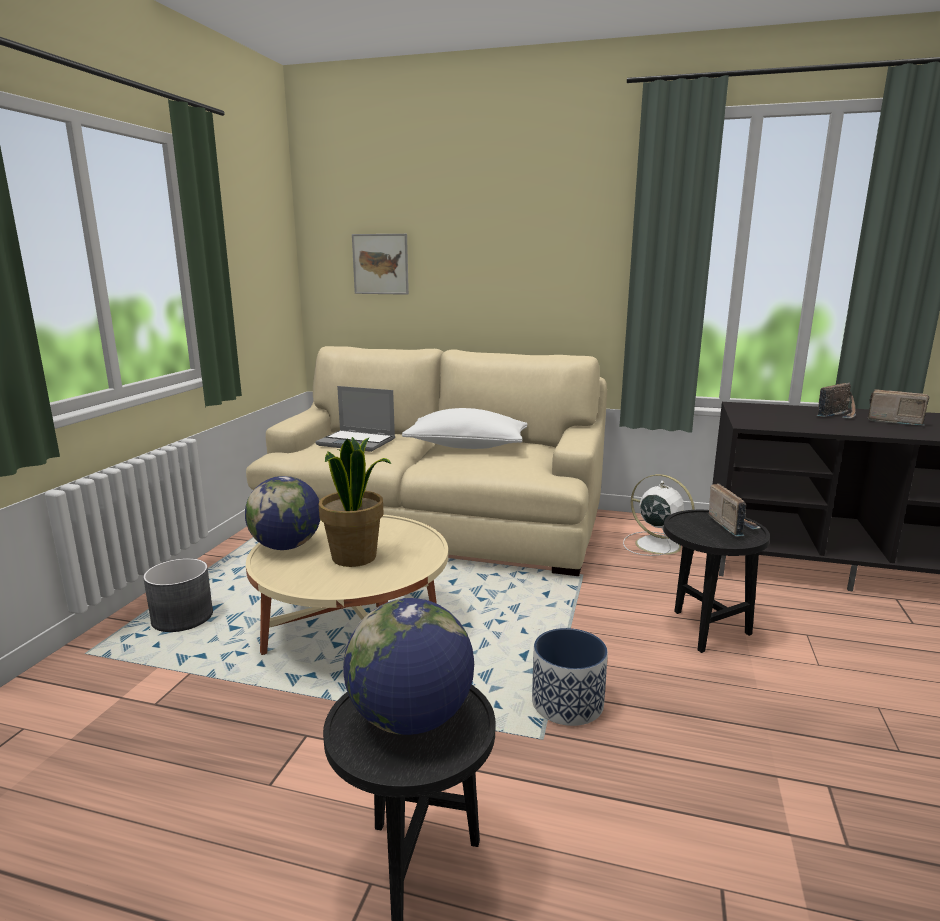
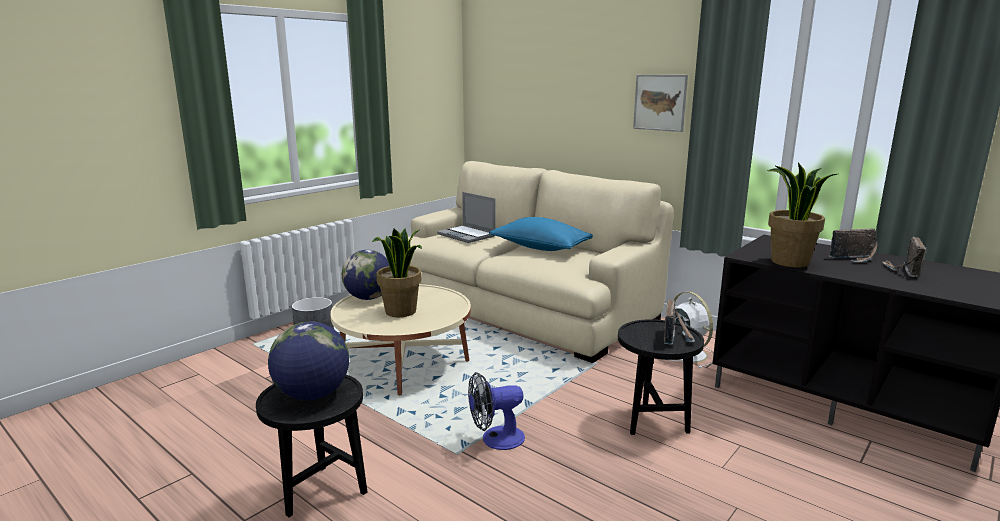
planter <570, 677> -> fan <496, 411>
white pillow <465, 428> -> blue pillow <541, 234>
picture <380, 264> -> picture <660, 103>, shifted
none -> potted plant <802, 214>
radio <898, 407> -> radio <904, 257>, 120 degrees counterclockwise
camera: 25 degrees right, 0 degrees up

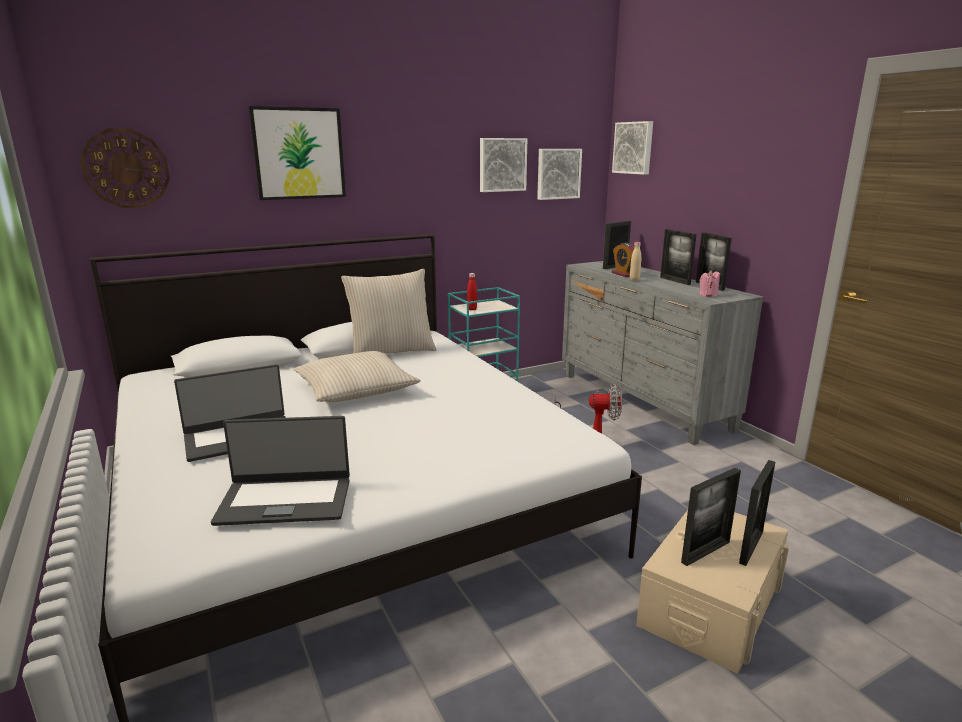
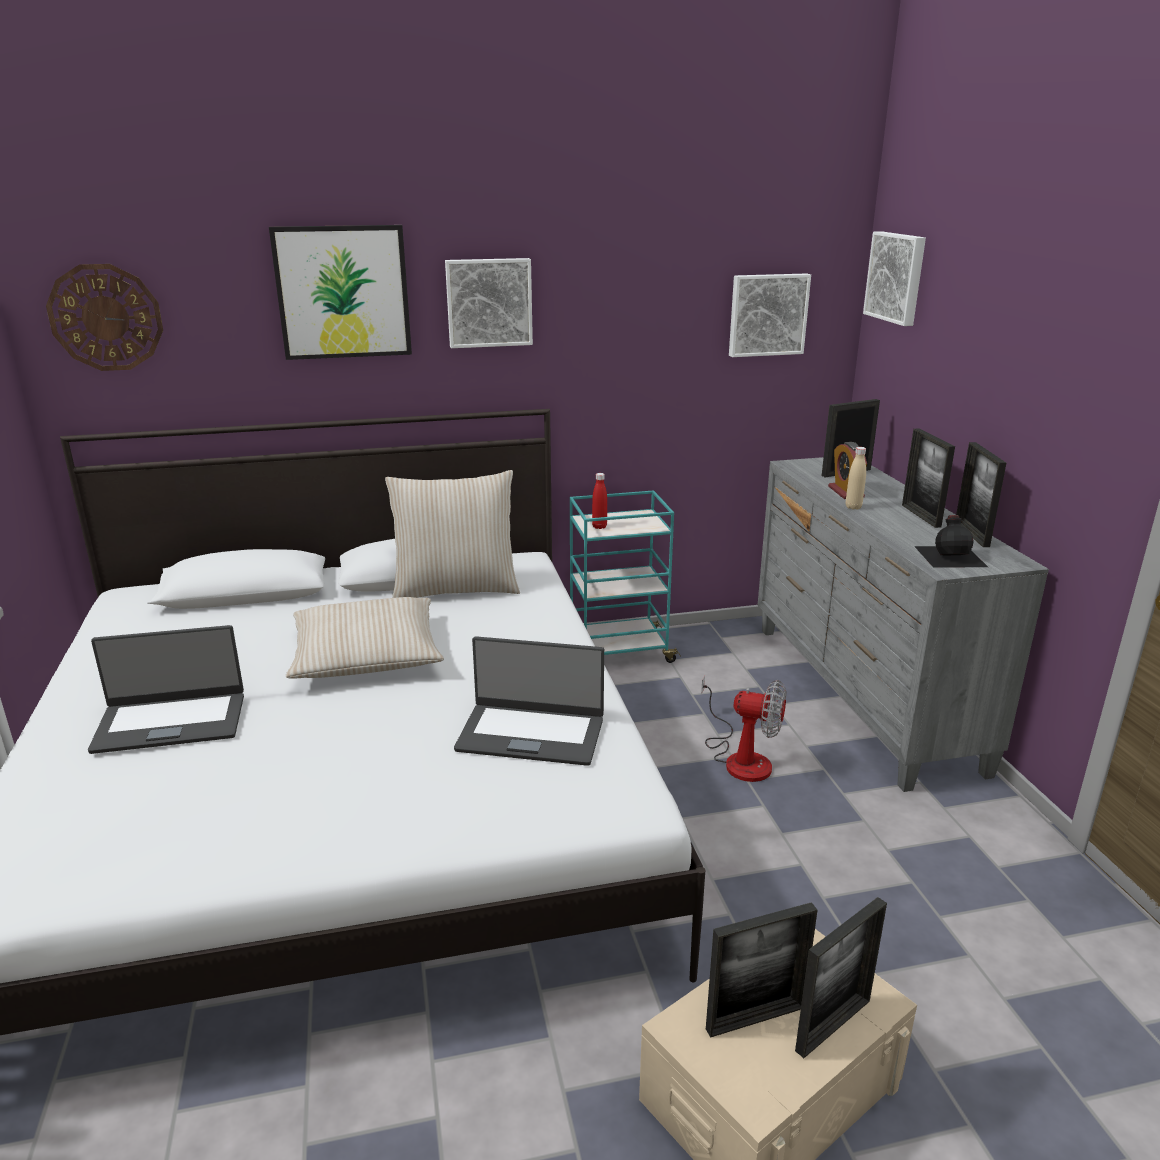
picture <503, 165> -> picture <489, 303>, shifted
laptop <280, 471> -> laptop <529, 701>, shifted
pink candle <709, 283> -> black bottle <951, 541>
camera: 15 degrees right, 5 degrees up

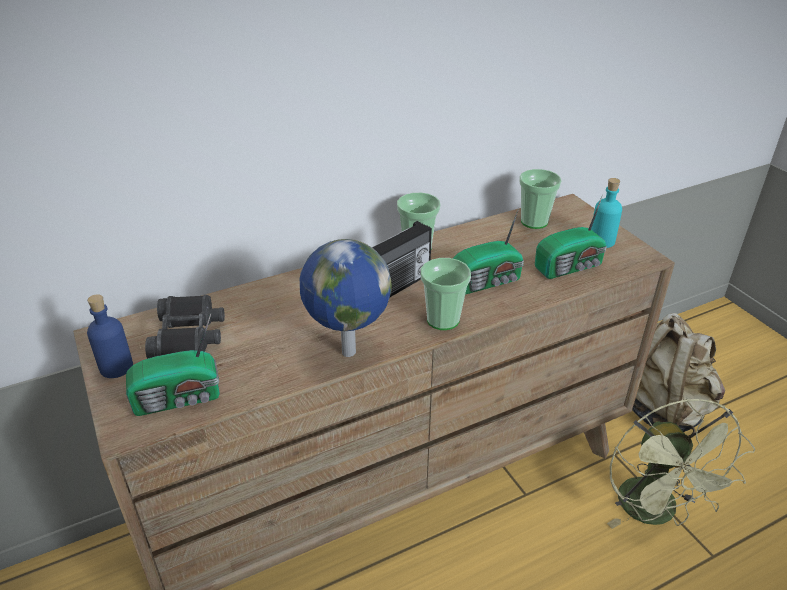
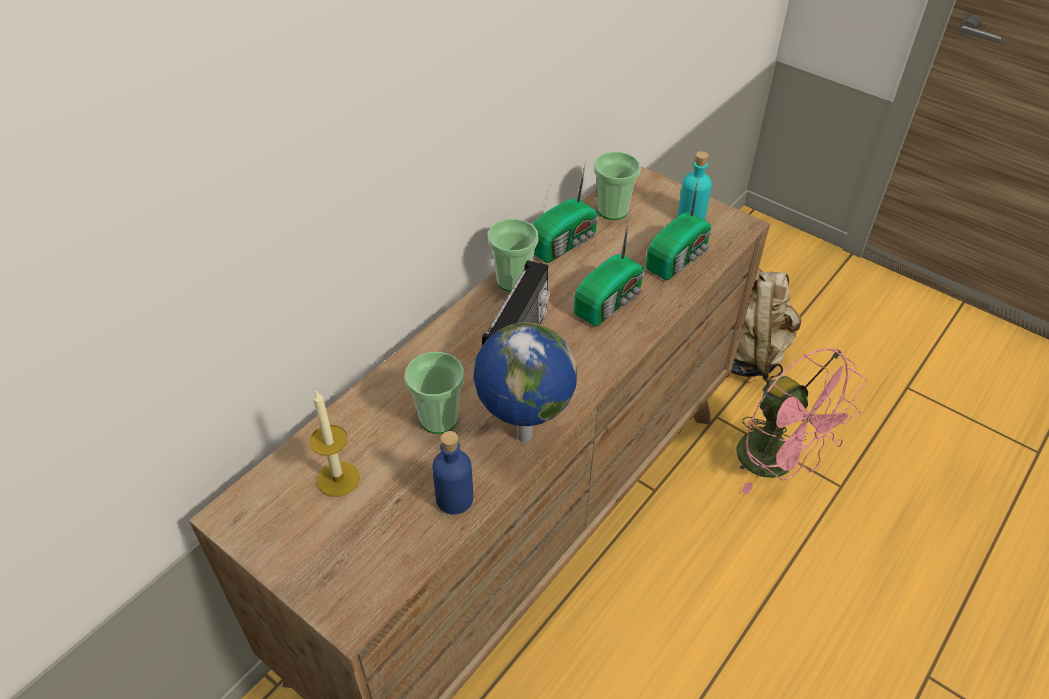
black binoculars <185, 326> -> candle <334, 444>
cup <446, 294> -> cup <434, 393>, shifted
blue bottle <110, 336> -> blue bottle <452, 472>, shifted
radio <173, 364> -> radio <565, 212>, shifted
green fan <681, 464> -> pink fan <801, 421>
camera: 25 degrees left, 10 degrees up

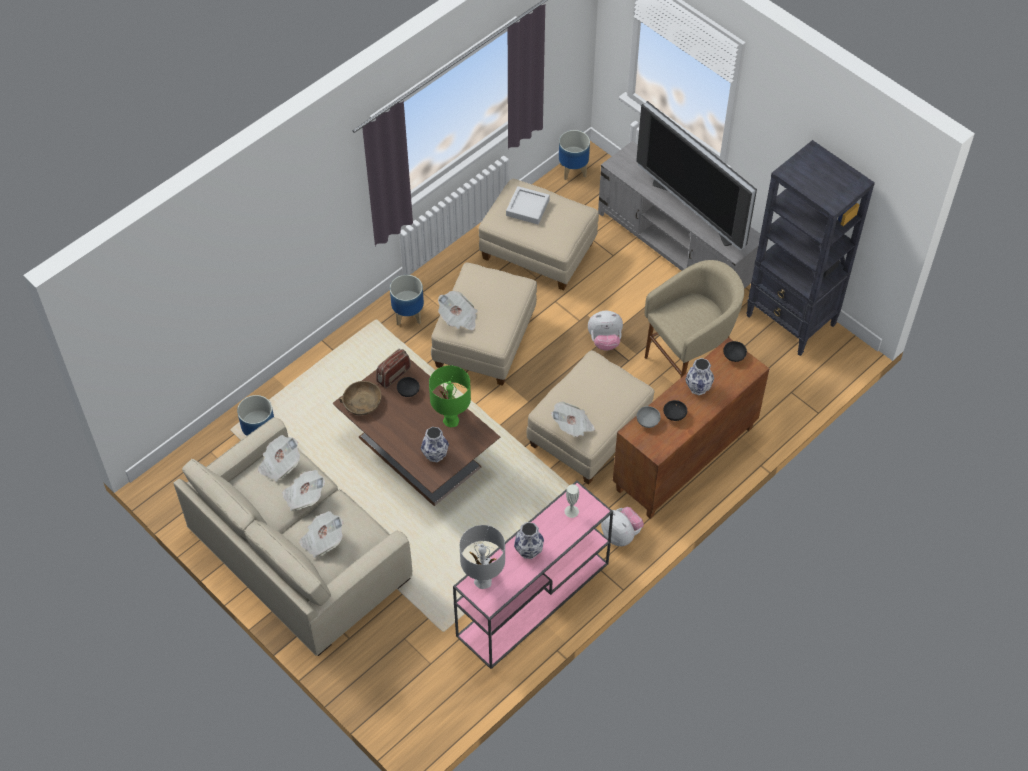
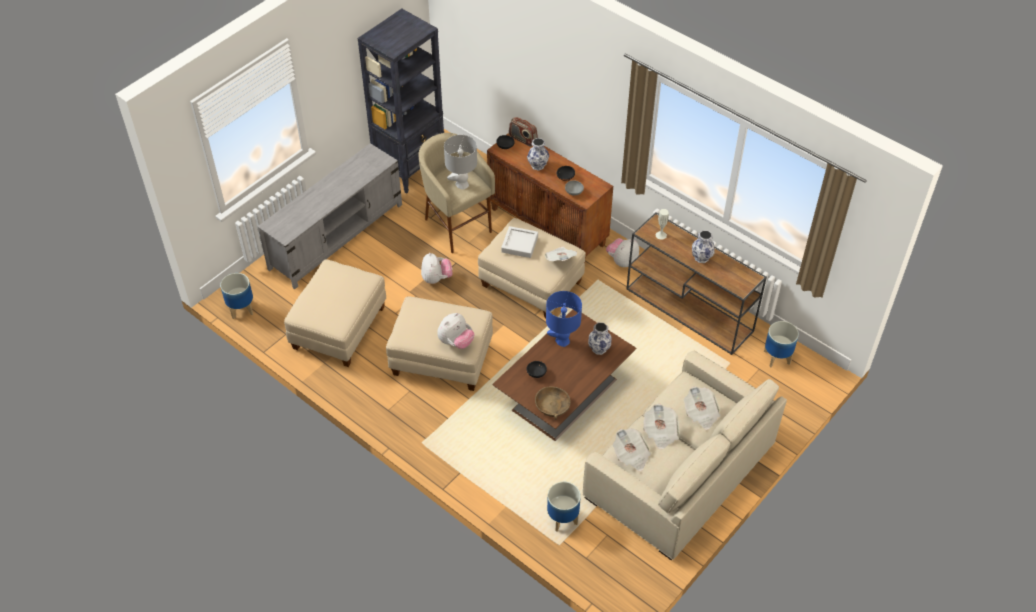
newspaper <457, 311> -> plush toy <455, 331>
grey table lamp <482, 557> -> grey table lamp <460, 162>, shifted
grey tray <528, 205> -> grey tray <519, 242>, shifted
radio <393, 368> -> radio <523, 132>, shifted
green table lamp <450, 396> -> blue table lamp <564, 319>
pink console table <533, 575> -> brown console table <696, 284>
planter <407, 300> -> planter <781, 344>, shifted
television <696, 175> -> none
camera: 95 degrees left, 5 degrees down

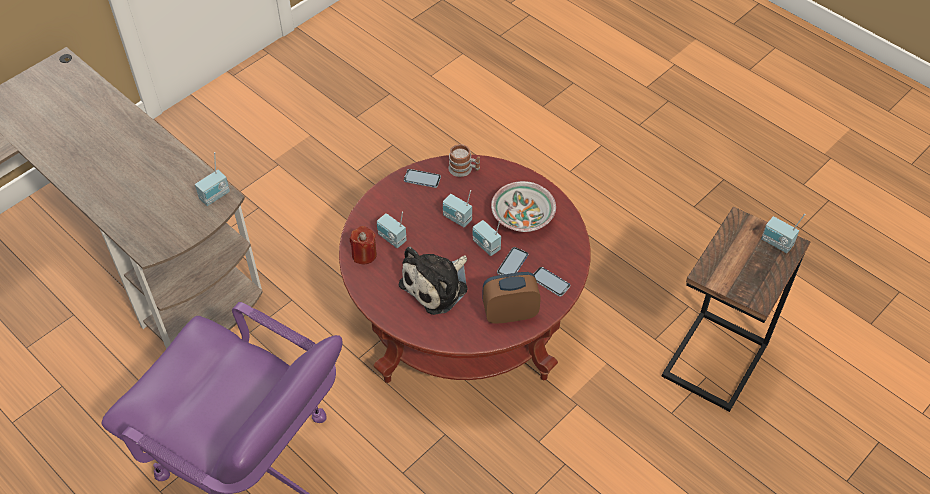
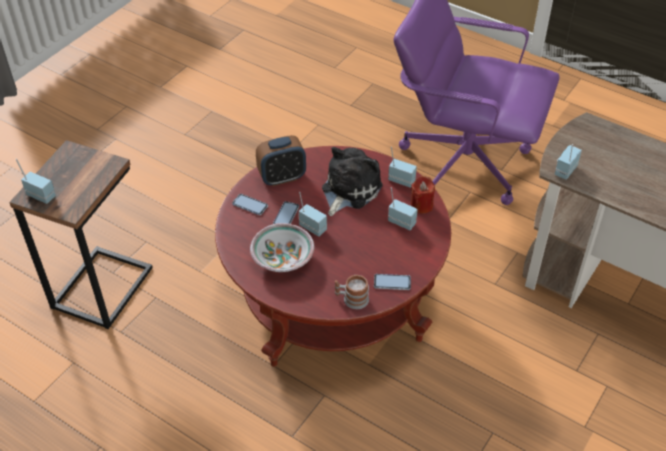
radio <457, 208> -> radio <402, 167>, shifted
camera: 170 degrees right, 5 degrees down

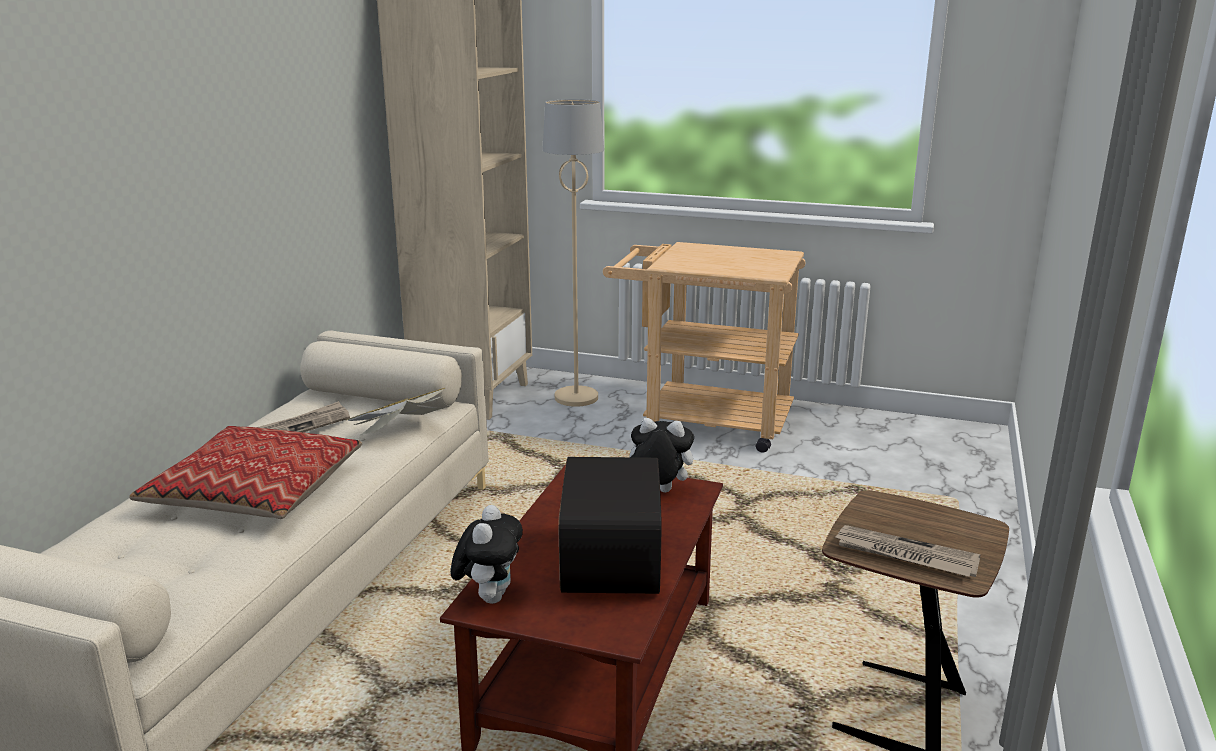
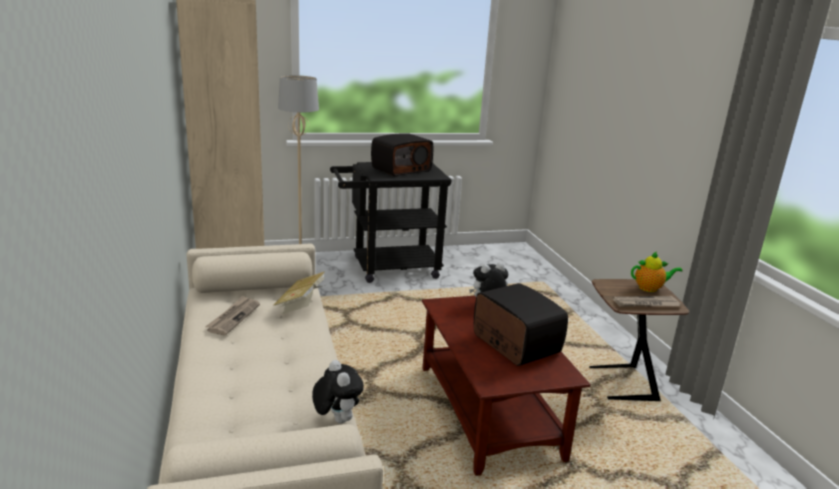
plush toy <487, 554> -> plush toy <338, 391>, shifted
beige cart <704, 347> -> black cart <391, 222>
none -> radio <402, 155>
none -> teapot <656, 272>
pillow <245, 472> -> none
camera: 35 degrees left, 0 degrees up

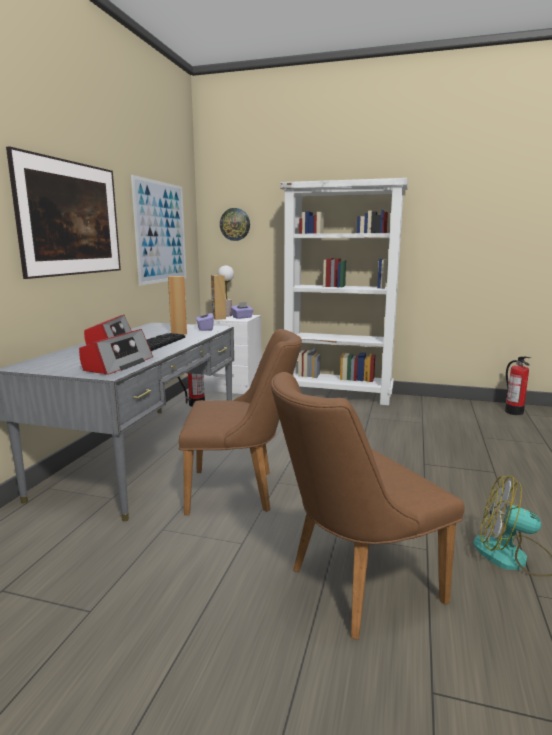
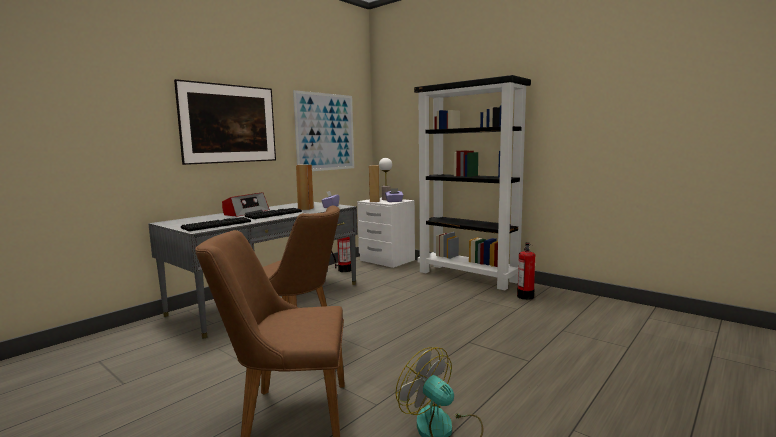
radio <116, 352> -> keyboard <216, 224>
white bookcase <344, 291> -> black bookcase <472, 182>
fire extinguisher <518, 386> -> fire extinguisher <526, 271>, shifted
wall clock <235, 224> -> none
camera: 25 degrees right, 5 degrees down

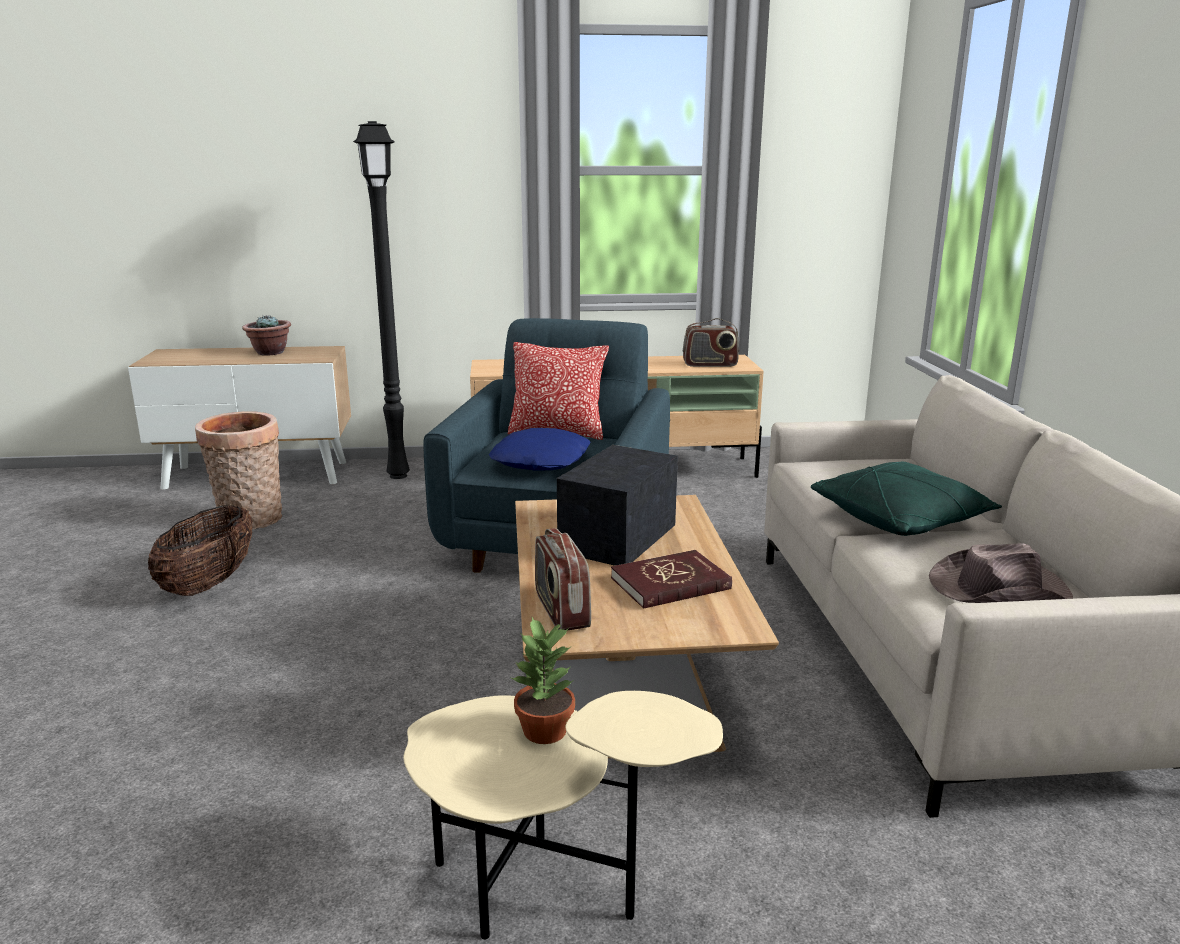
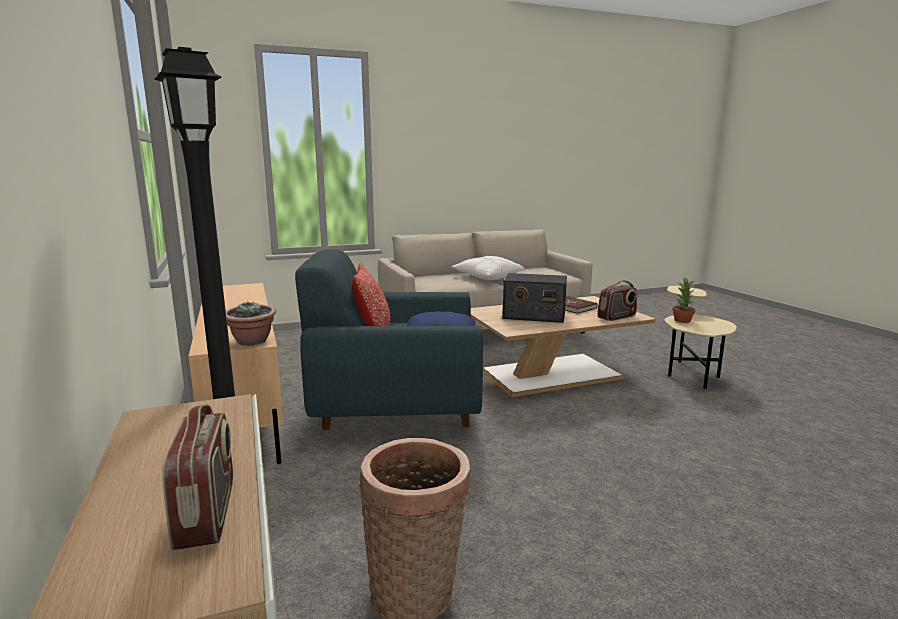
radio <711, 342> -> radio <197, 477>, shifted
potted plant <266, 335> -> potted plant <251, 323>, shifted
green pillow <906, 499> -> white pillow <488, 268>
basket <200, 550> -> none
brown hat <1001, 573> -> none
camera: 105 degrees left, 5 degrees down

